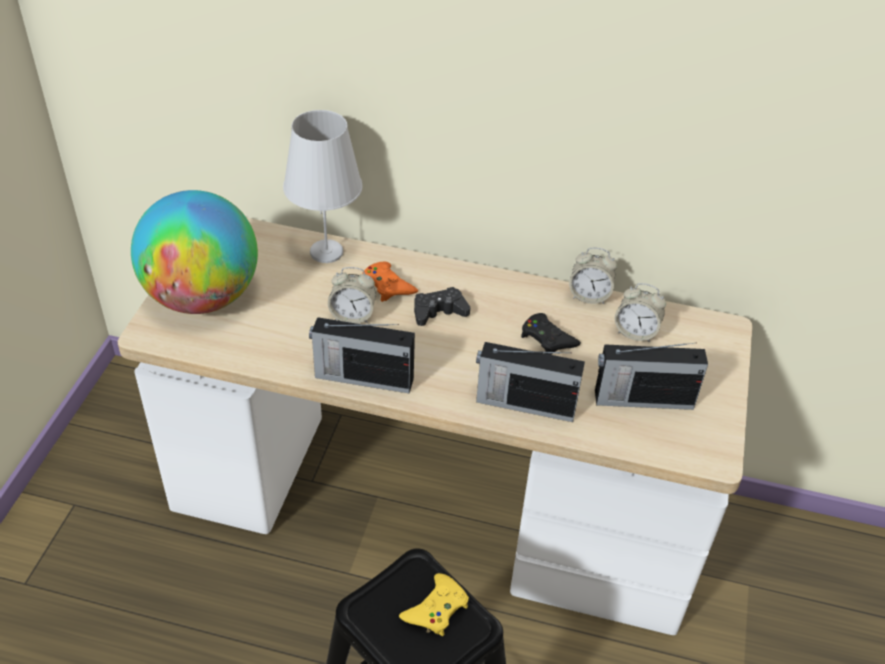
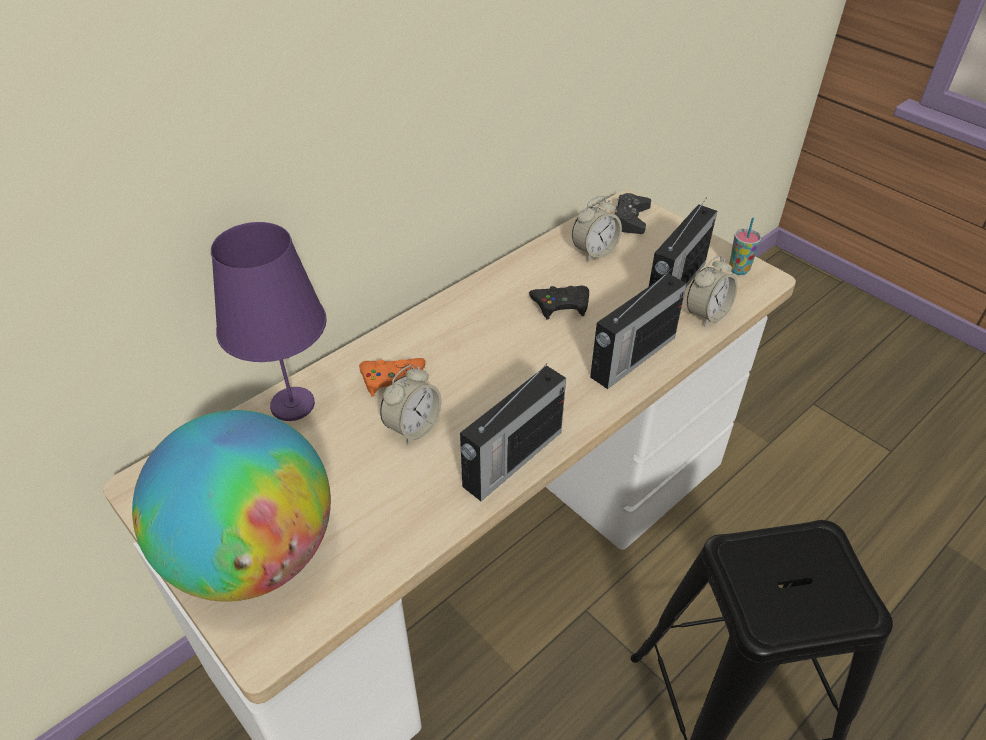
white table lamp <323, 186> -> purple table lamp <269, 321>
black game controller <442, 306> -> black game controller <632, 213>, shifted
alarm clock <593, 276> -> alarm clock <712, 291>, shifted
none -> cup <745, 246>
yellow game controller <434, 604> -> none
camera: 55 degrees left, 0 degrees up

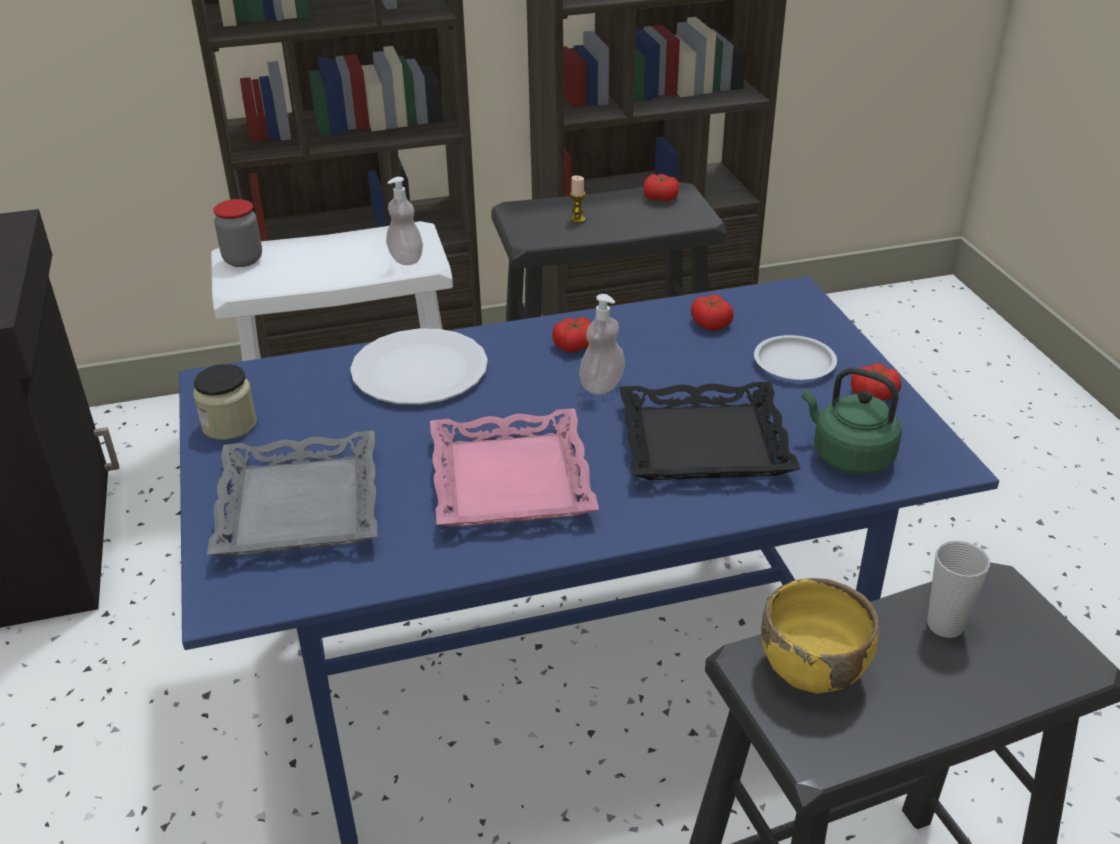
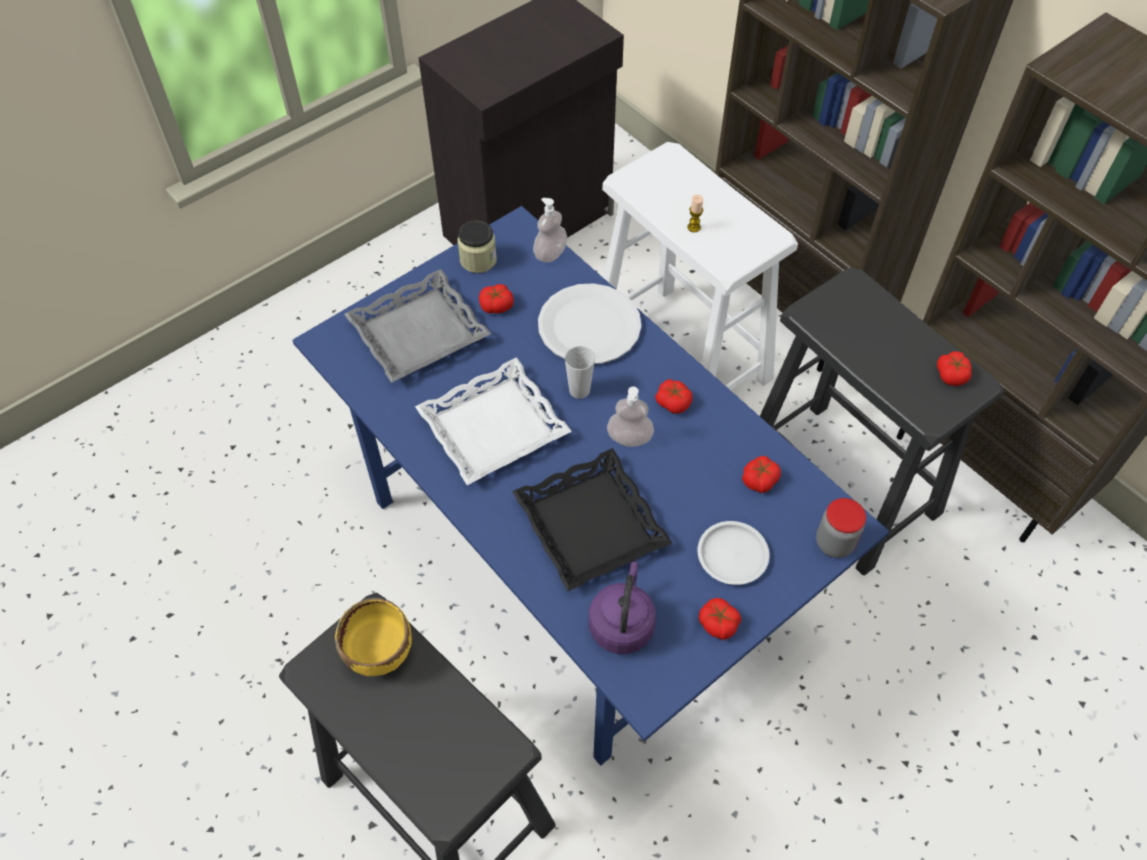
pink tray <514, 468> -> white tray <493, 421>
none -> tomato <496, 299>
soap dispenser <404, 221> -> soap dispenser <550, 230>, shifted
cup <958, 589> -> cup <580, 372>, shifted
green kettle <852, 420> -> purple kettle <622, 608>
candle <578, 199> -> candle <695, 213>, shifted
jar <237, 233> -> jar <841, 528>, shifted
camera: 65 degrees right, 20 degrees up

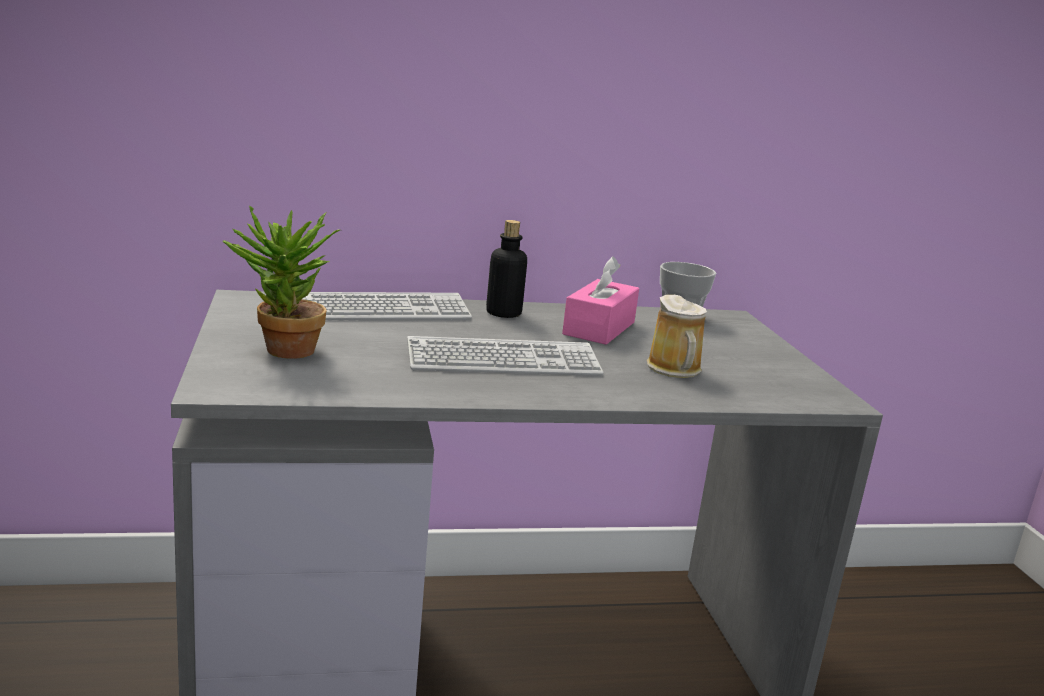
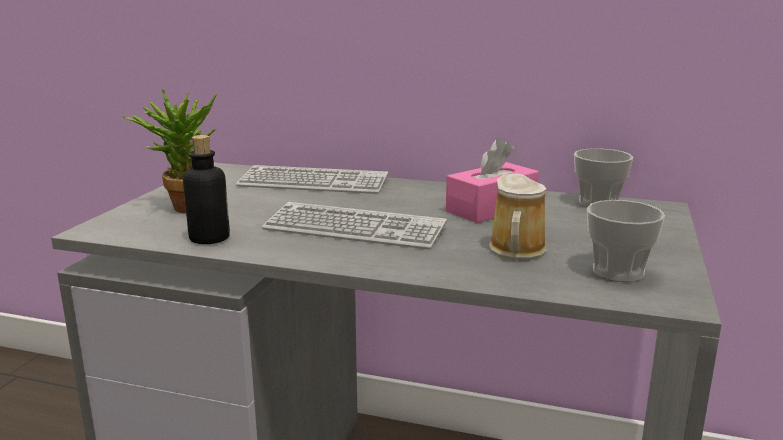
bottle <506, 269> -> bottle <206, 189>, shifted
none -> cup <626, 241>
camera: 30 degrees right, 0 degrees up

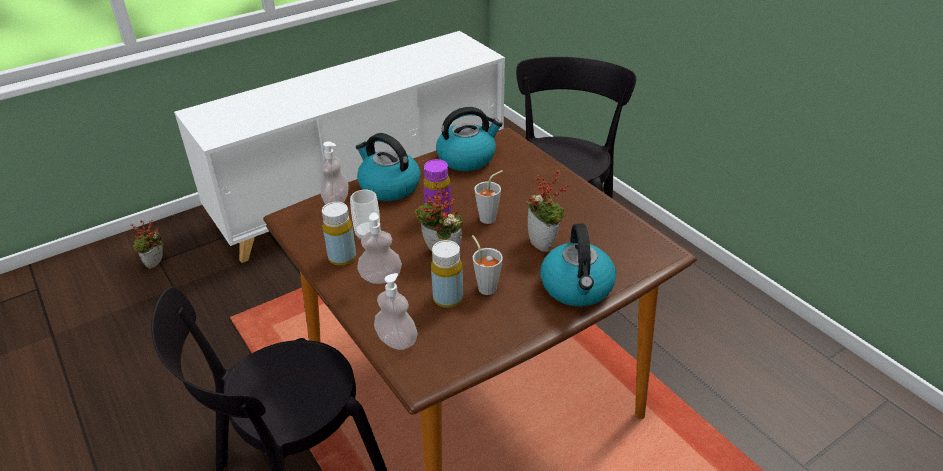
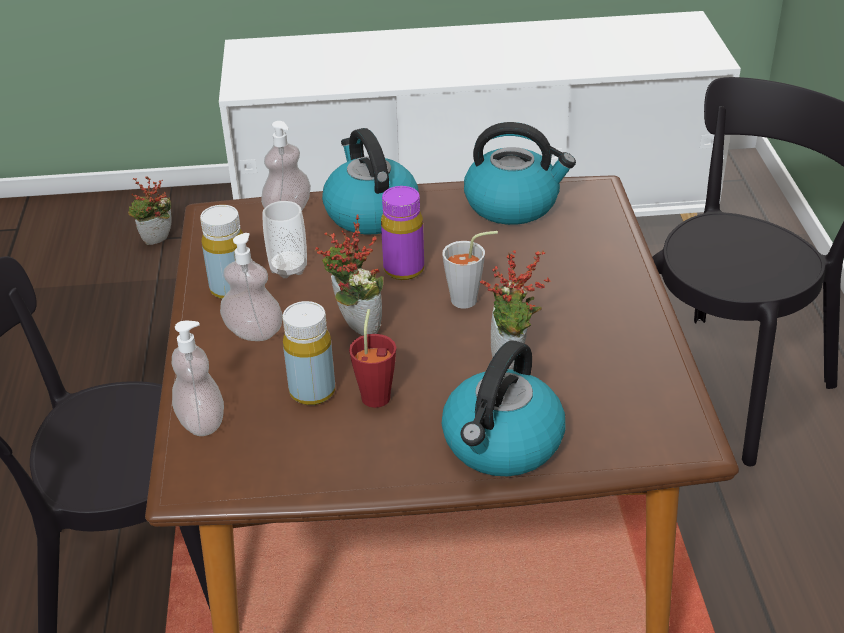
grey cup <487, 265> -> red cup <372, 358>
camera: 30 degrees right, 0 degrees up

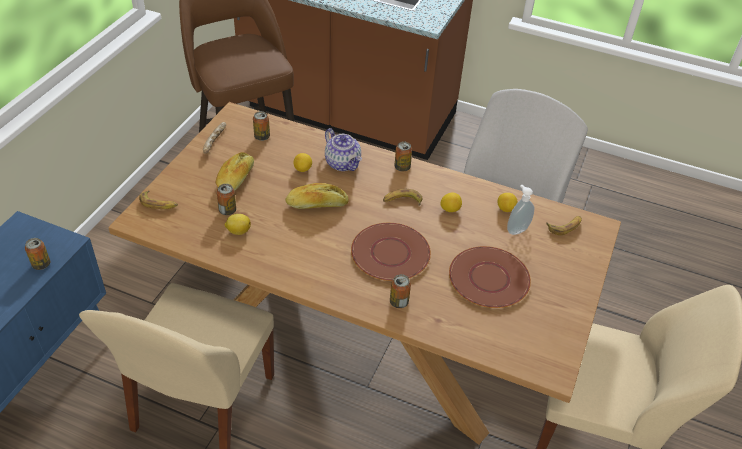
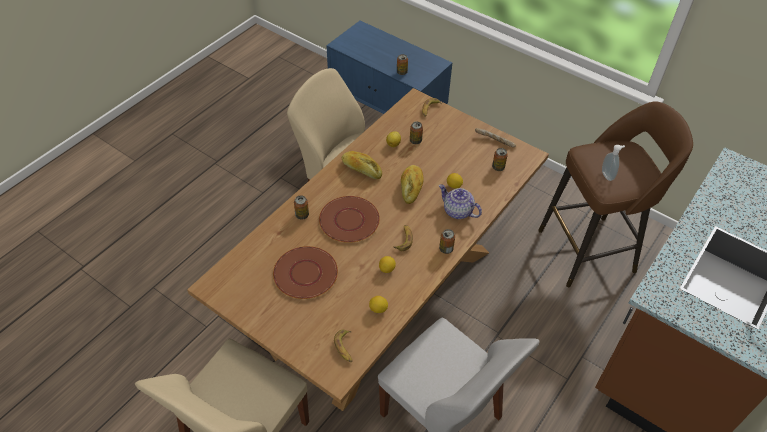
bread <235, 171> -> bread <362, 165>, shifted
teapot <343, 149> -> teapot <460, 201>, 60 degrees clockwise
soap dispenser <520, 210> -> soap dispenser <613, 163>, shifted
camera: 105 degrees right, 5 degrees up

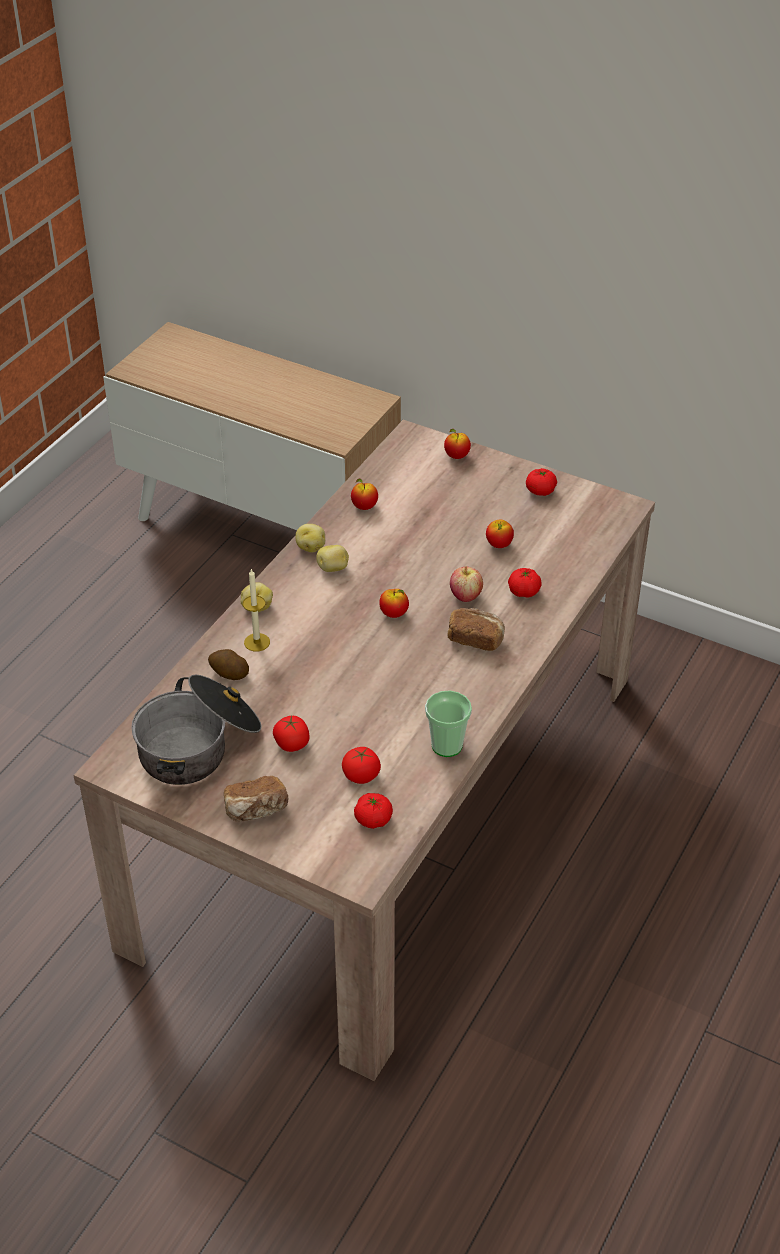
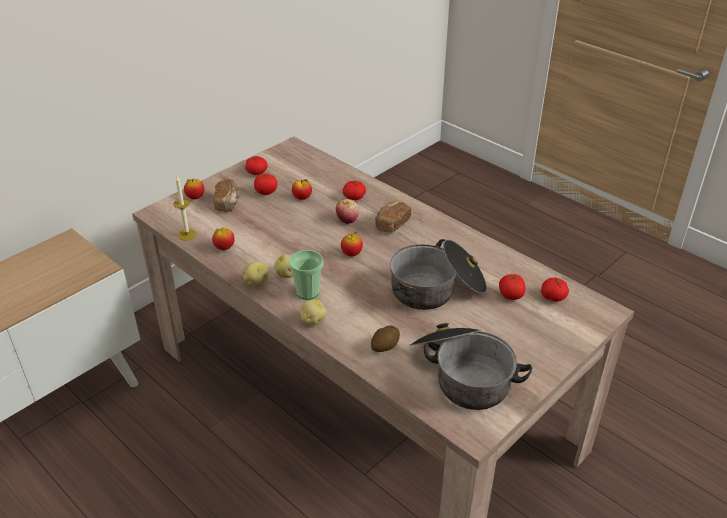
candle <256, 610> -> candle <185, 208>, shifted
bread <256, 799> -> bread <226, 195>, shifted
tomato <291, 734> -> tomato <265, 184>, shifted
cup <448, 723> -> cup <306, 275>, shifted
none -> cooking pot <438, 274>
camera: 75 degrees left, 5 degrees down

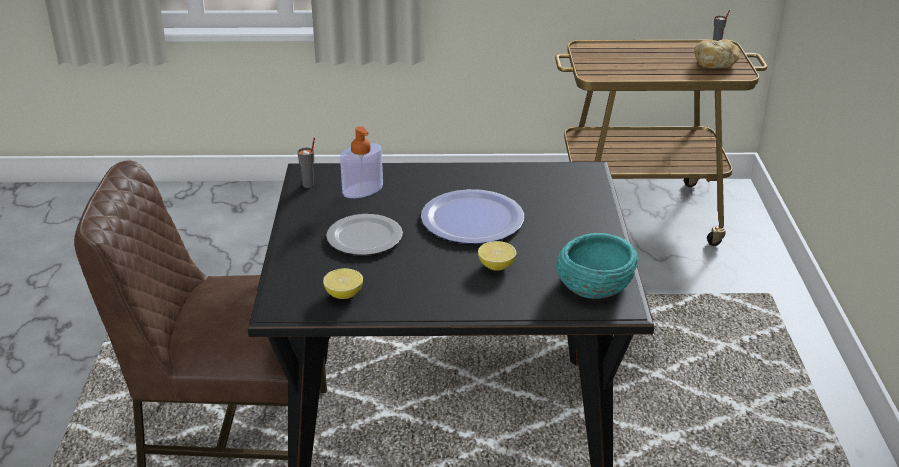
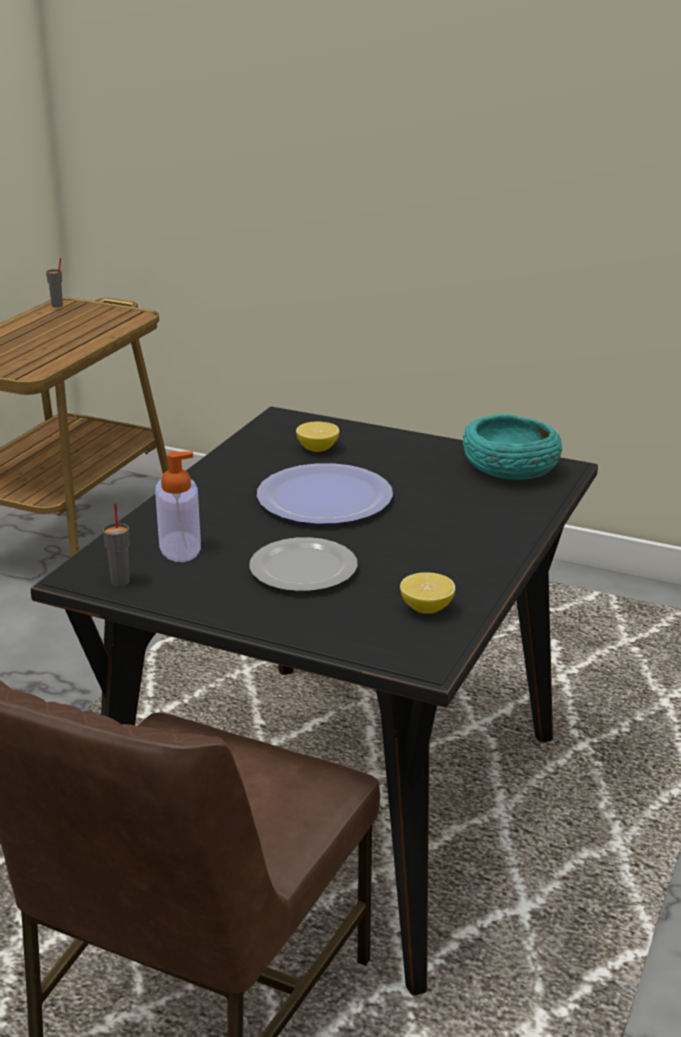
lemon <497, 256> -> lemon <317, 437>, shifted
bread <717, 53> -> none
camera: 65 degrees left, 5 degrees down

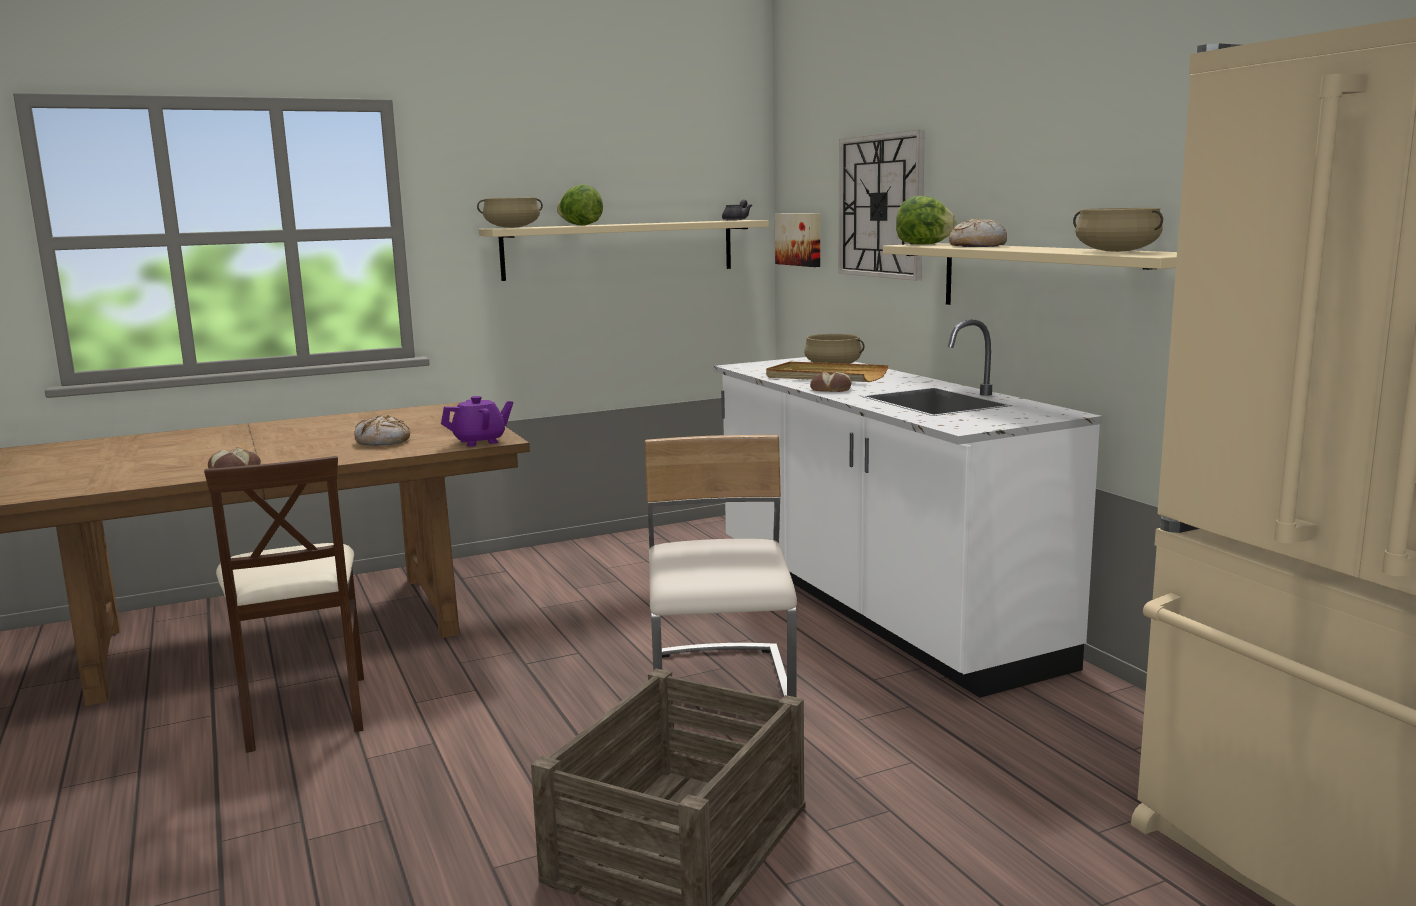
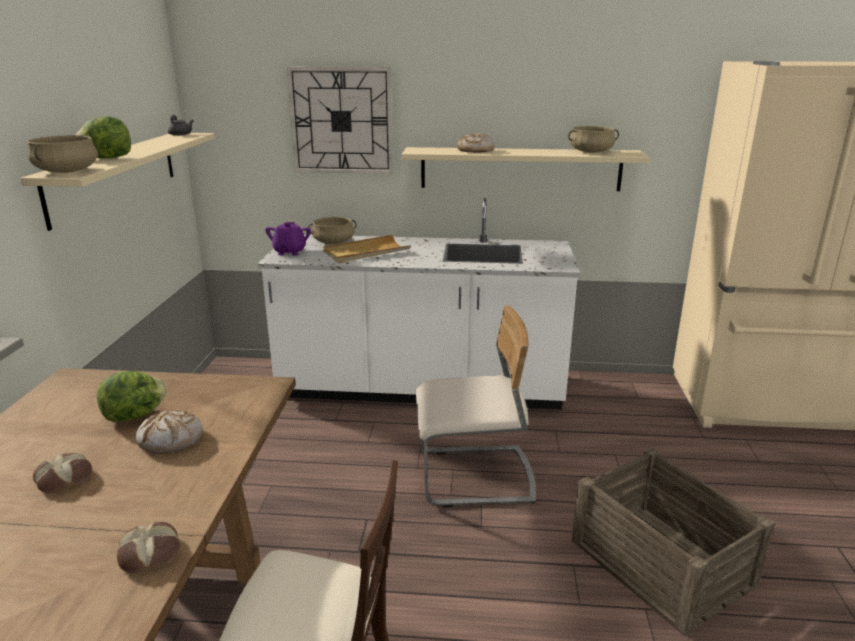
bread <830, 382> -> bread <62, 473>, shifted
lettuce <926, 220> -> lettuce <132, 396>, shifted
purple teapot <477, 421> -> purple teapot <288, 239>, shifted
beige chair <721, 566> -> beige chair <476, 406>, 150 degrees clockwise
picture <797, 240> -> none
camera: 60 degrees left, 10 degrees up

